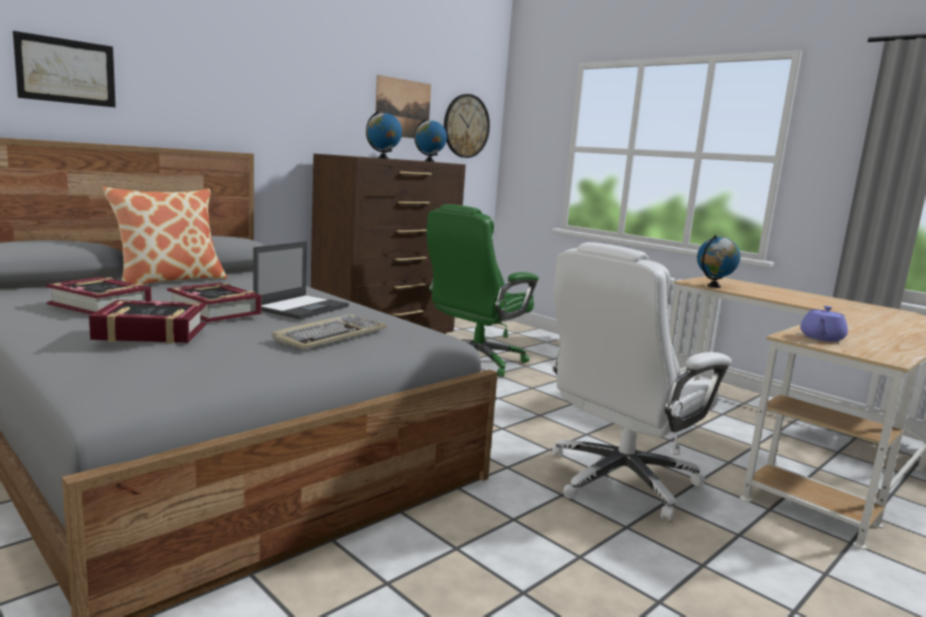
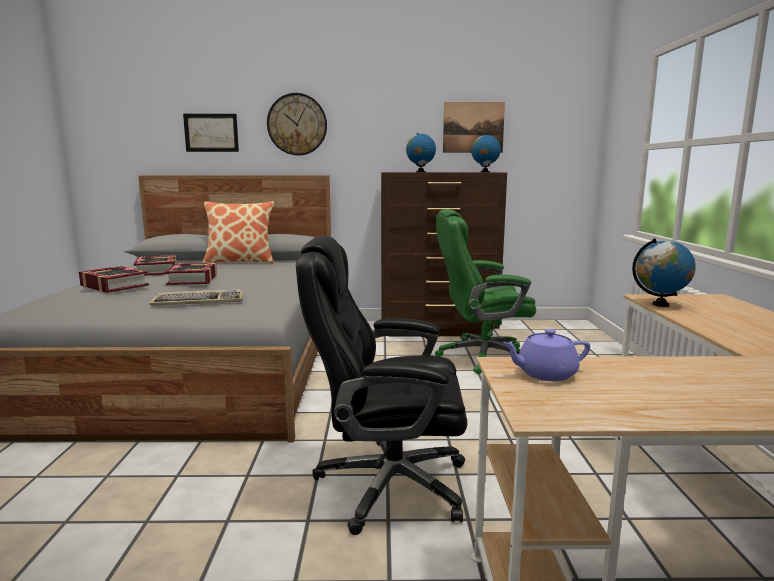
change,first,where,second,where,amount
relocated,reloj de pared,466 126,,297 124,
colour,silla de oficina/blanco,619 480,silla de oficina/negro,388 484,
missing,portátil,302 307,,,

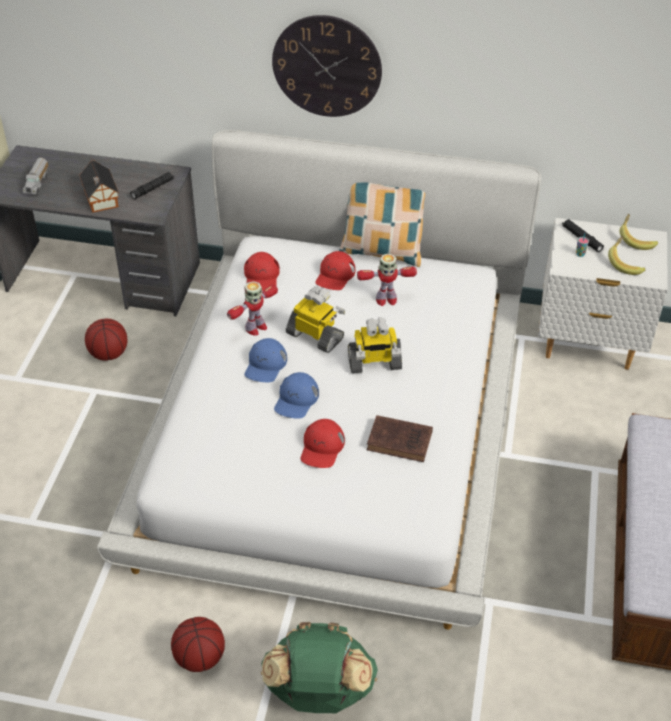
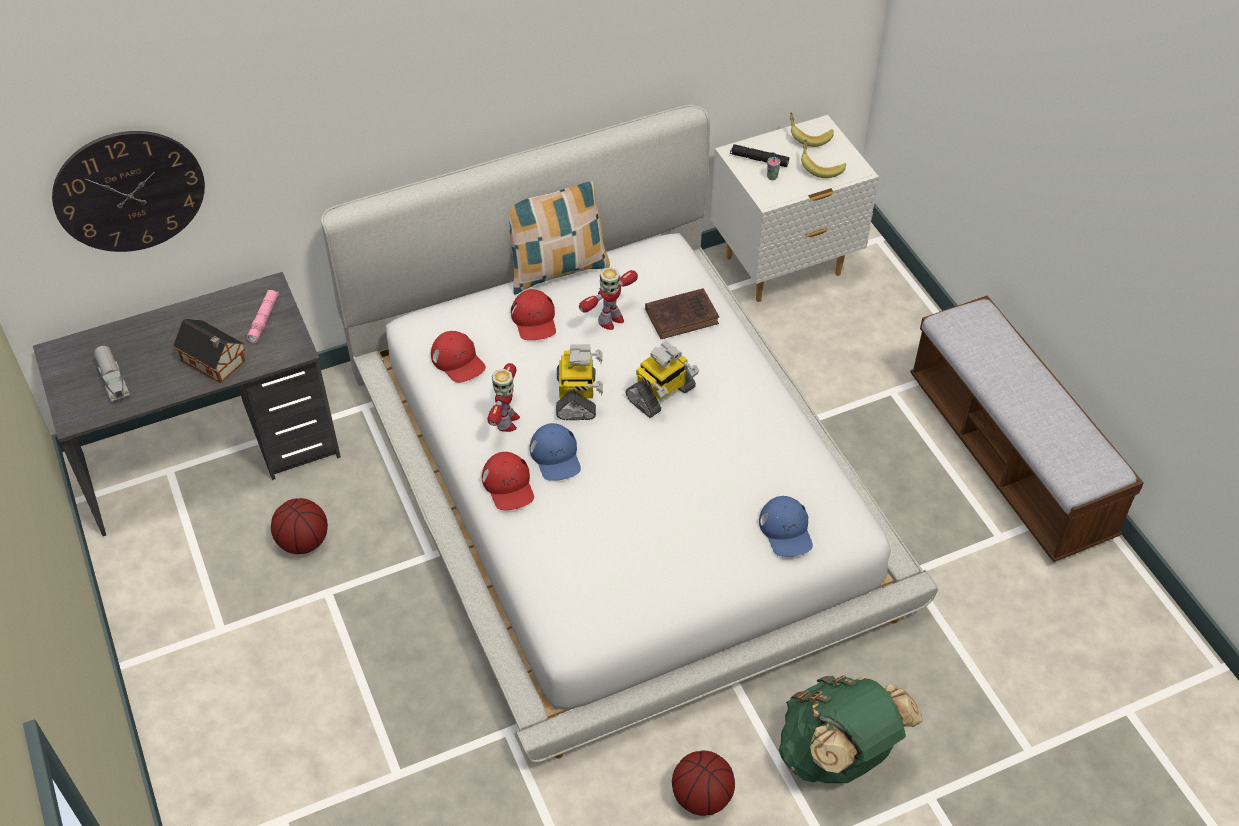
change,first,where,second,where,amount
relocated,reloj de pared,327 66,,129 191,
colour,linterna/negro,152 188,linterna/rosa,264 319,
relocated,gorra/rojo,322 447,,508 485,
spun,robot de juguete,316 336,,577 397,90 degrees clockwise
relocated,libro/marrón,401 441,,683 316,
relocated,gorra/azul,296 399,,786 530,

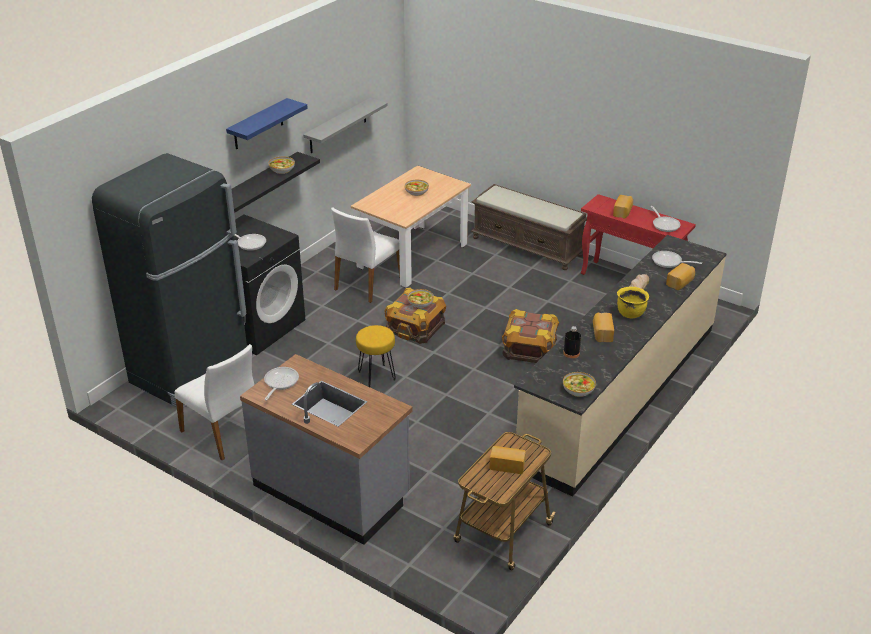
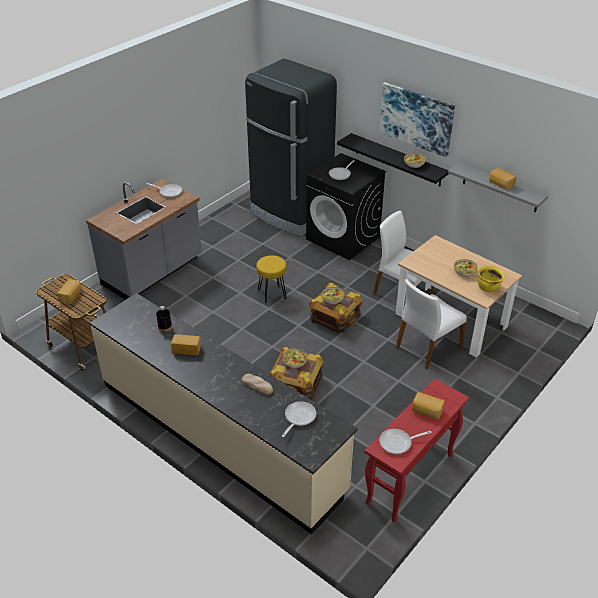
change,first,where,second,where,amount
relocated,cuenco,578 390,,294 362,
exchanged,estante/azul,258 124,cuadro,416 118,
relocated,silla/blanco,224 432,,427 346,
relocated,olla/amarillo,630 313,,488 288,
relocated,pan,680 283,,501 184,
missing,banco/marrón,528 246,,,

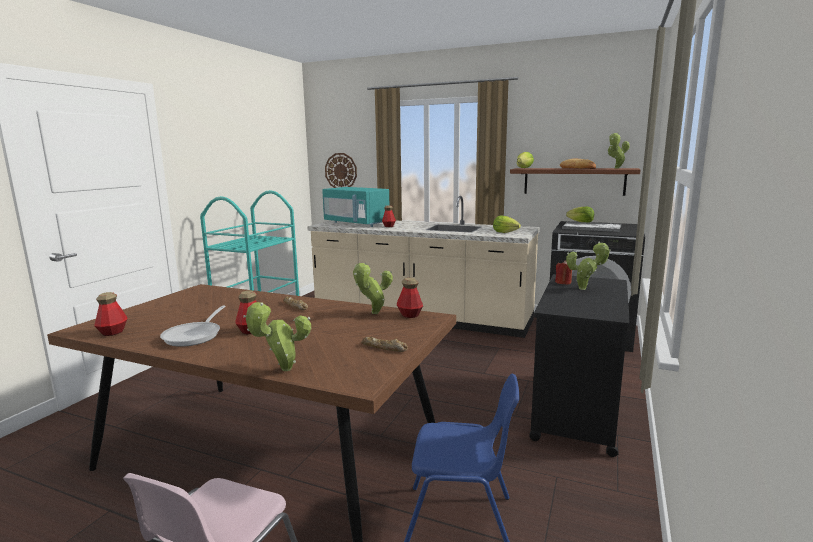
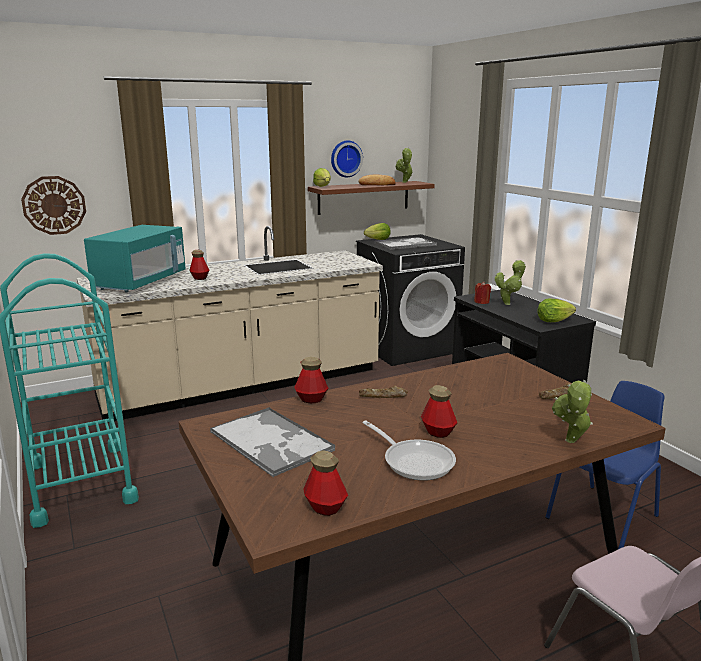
change,first,where,second,where,amount
spun,microondas/turquesa,356 223,,141 282,60 degrees counterclockwise
appeared,,,bandeja,272 442,
relocated,botella,409 315,,311 399,
appeared,,,reloj de pared,345 158,
relocated,lechuga,505 232,,553 321,
missing,planta en maceta,373 313,,,

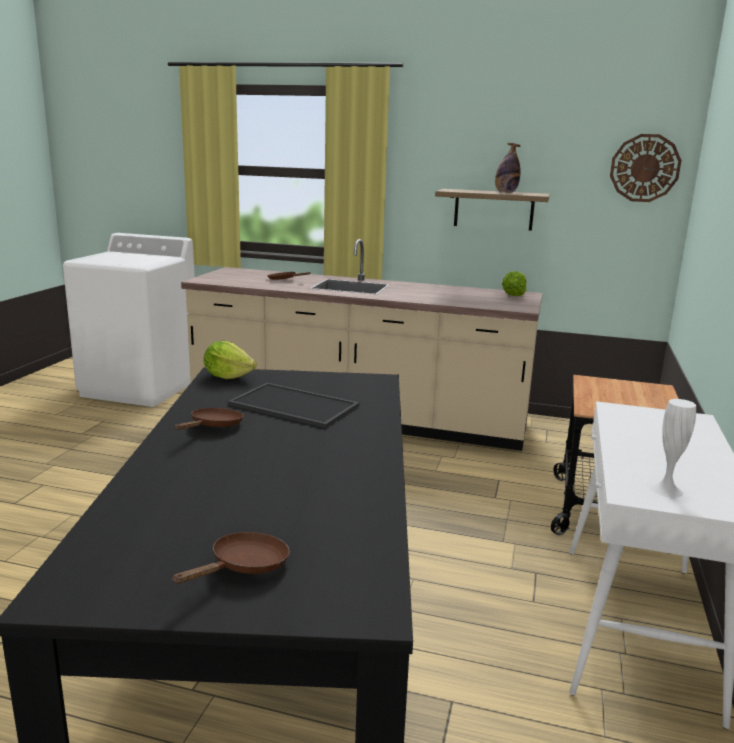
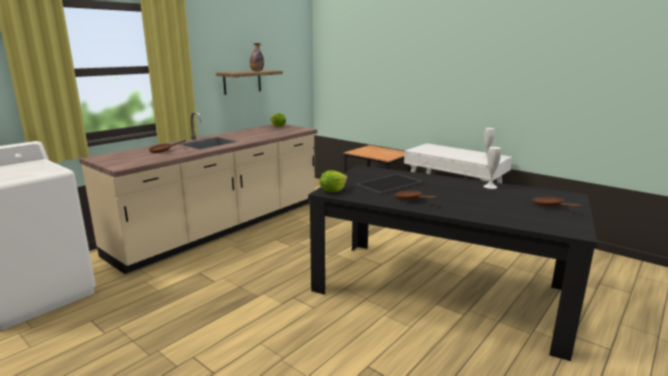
change,first,where,second,where,amount
appeared,,,florero/blanco,490 186,
missing,reloj de pared,644 168,,,

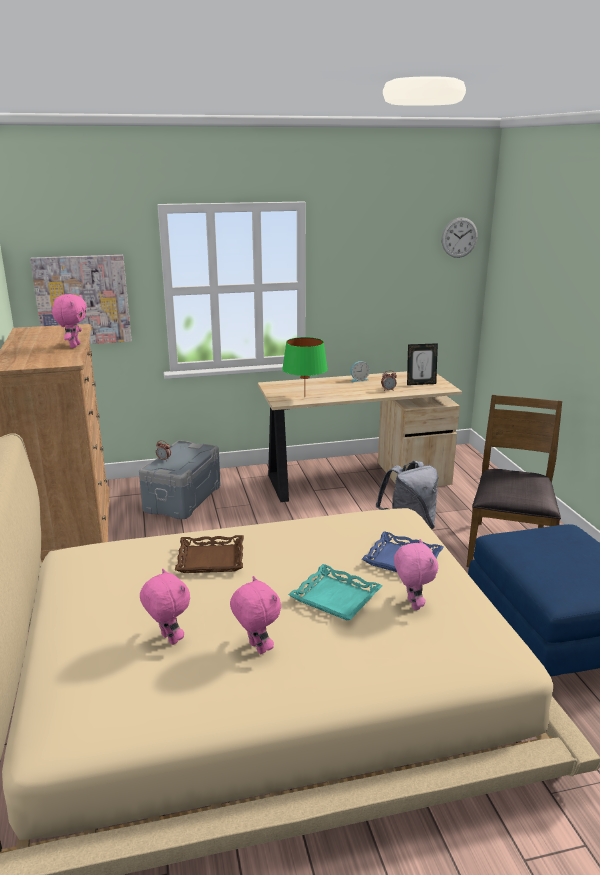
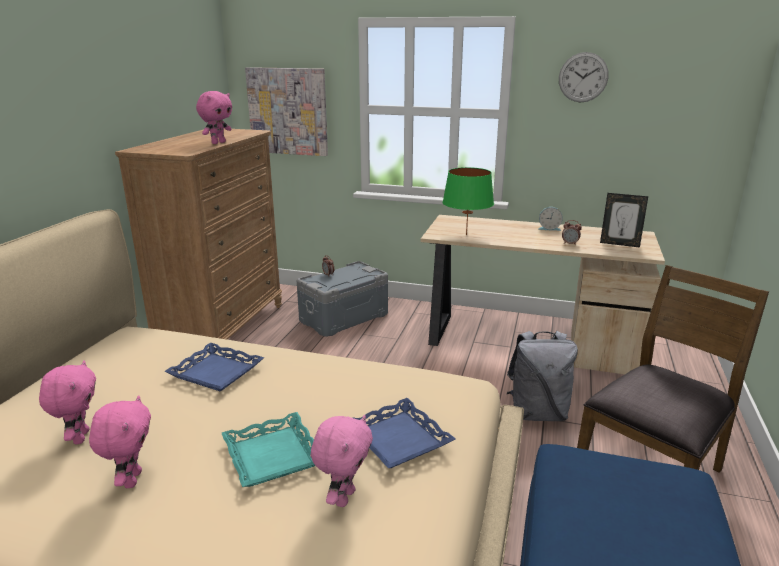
change,first,where,second,where,amount
colour,bandeja/marrón,210 559,bandeja/azul,215 372,
relocated,reloj de pared,459 237,,583 77,

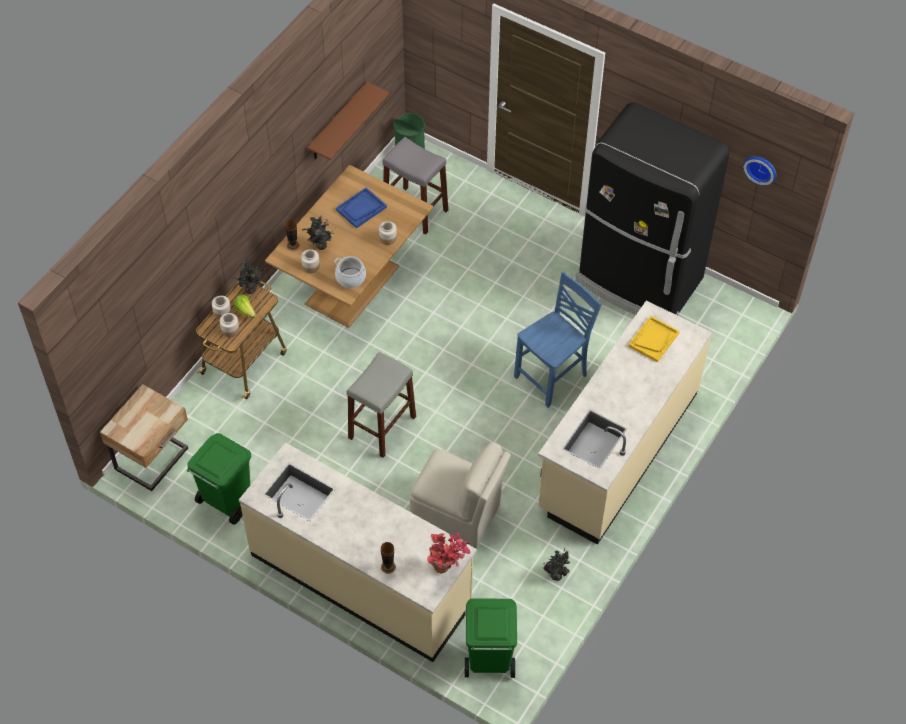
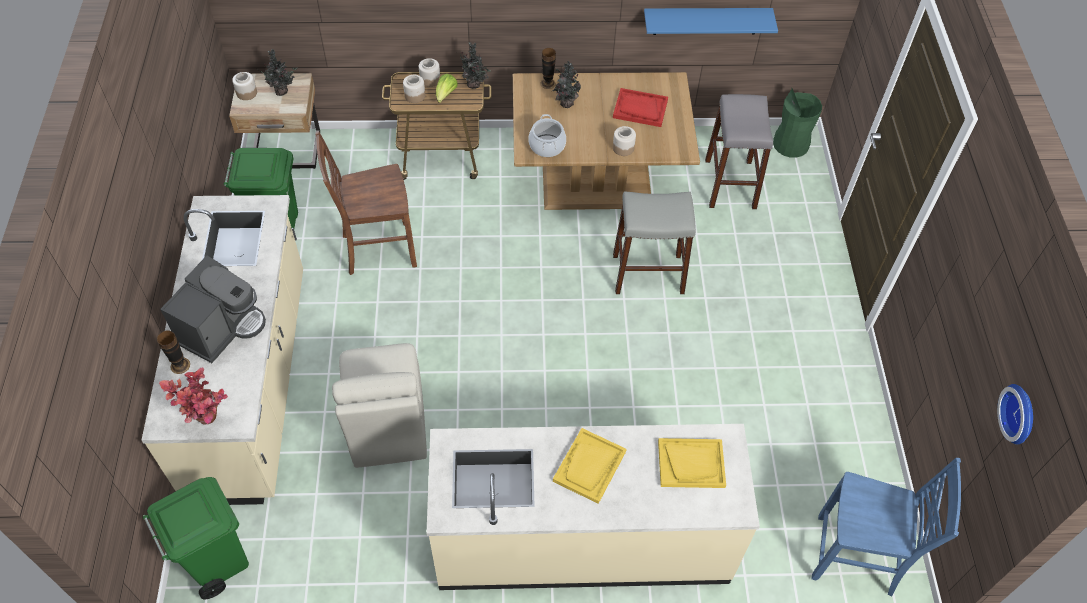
change,first,where,second,where,amount
appeared,,,cafetera,221 328,
relocated,tarro,310 266,,246 93,
relocated,planta en maceta,556 574,,282 91,
appeared,,,silla/marrón,377 249,
appeared,,,bandeja/amarillo,589 466,
colour,bandeja/azul,361 209,bandeja/rojo,640 109,
relocated,taburete/gris,382 427,,648 274,
colour,estante/marrón,338 123,estante/azul,706 21,
relocated,silla/azul,553 377,,856 558,
missing,nevera/negro,639 281,,,

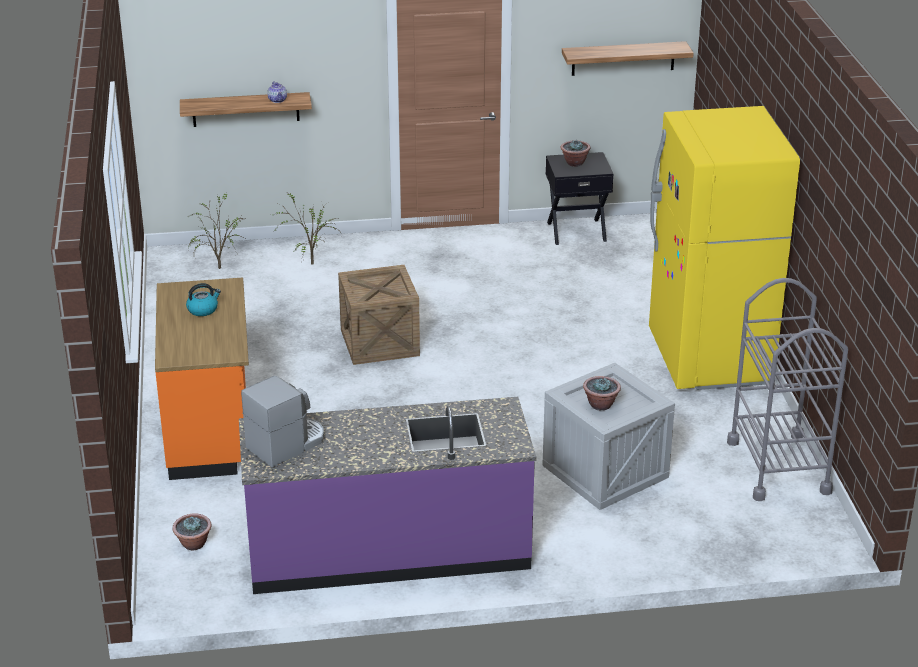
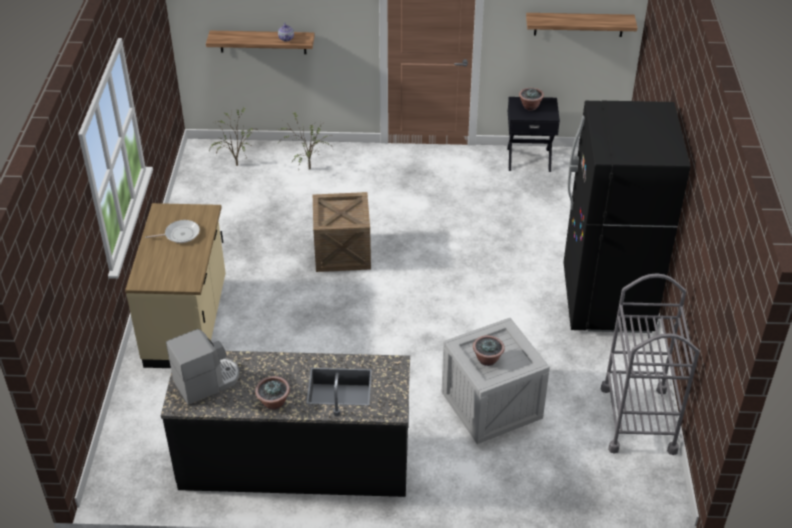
change,first,where,second,where,amount
colour,mueble bajo de cocina/naranja,211 430,mueble bajo de cocina/beis,188 323,
exchanged,hervidor,203 309,sartén,180 234,
colour,mueble bajo de cocina/morado,388 549,mueble bajo de cocina/negro,295 460,
relocated,planta en maceta,193 544,,274 403,
colour,nevera/amarillo,709 358,nevera/negro,607 300,

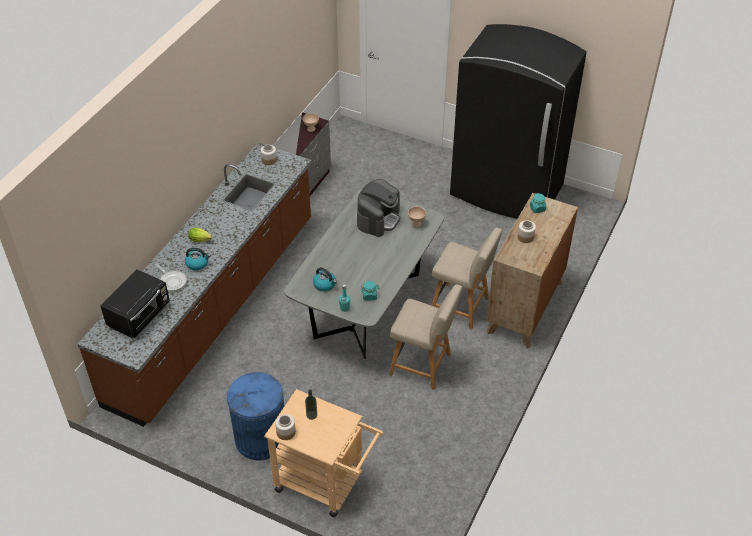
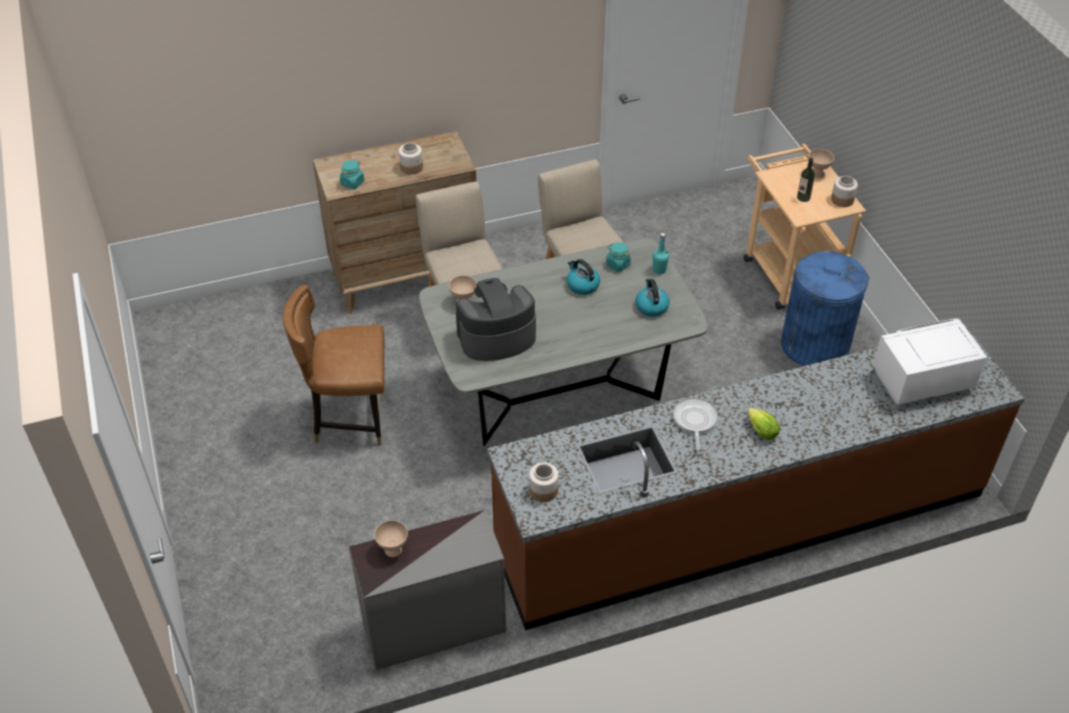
change,first,where,second,where,amount
appeared,,,silla/marrón,349 418,
relocated,hervidor,197 263,,582 285,
relocated,sartén,172 281,,694 421,
appeared,,,cuenco/beis,818 174,
colour,microondas/negro,140 316,microondas/blanco,920 381,
missing,nevera/negro,506 191,,,

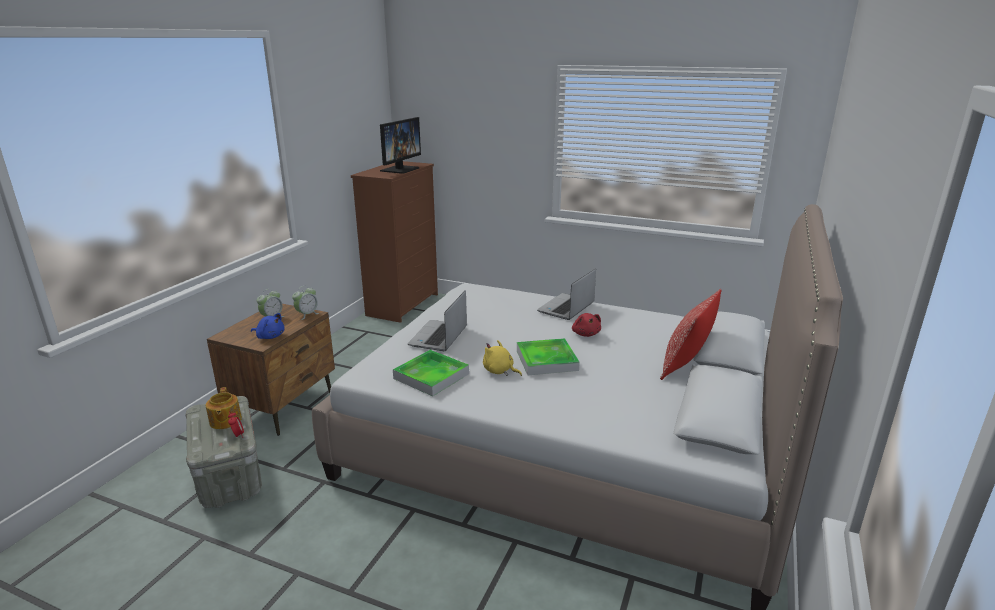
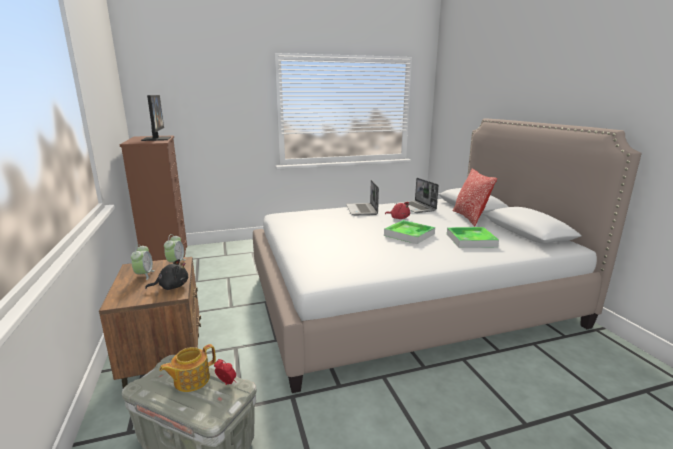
change,first,where,second,where,amount
colour,peluche/azul,270 336,peluche/negro,171 287,
spun,tetera,225 421,,191 380,105 degrees clockwise
relocated,portátil,439 337,,415 207,
relocated,bandeja,431 376,,471 240,
missing,peluche/amarillo,499 371,,,

